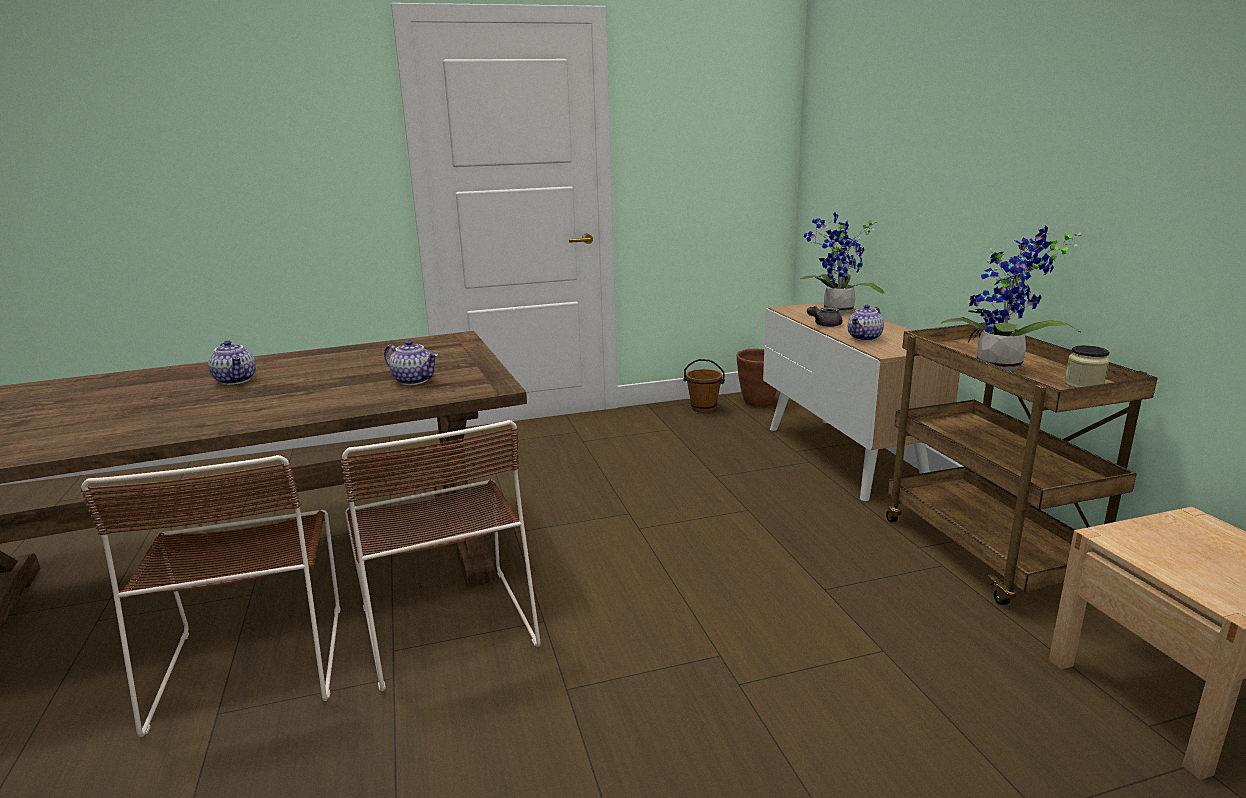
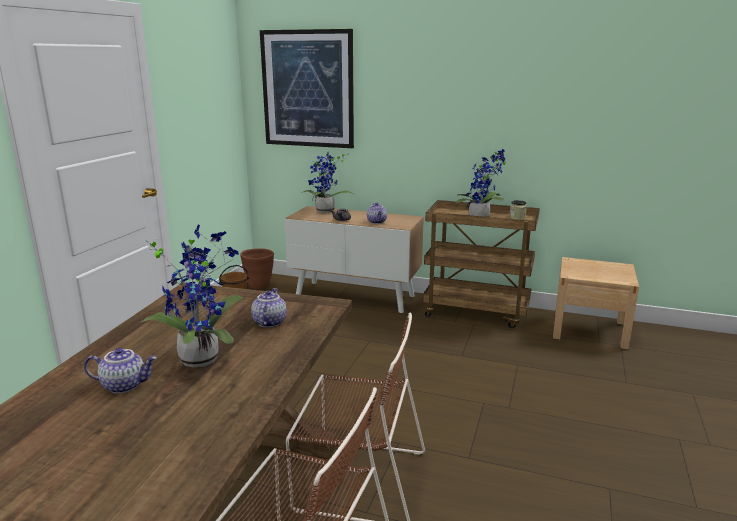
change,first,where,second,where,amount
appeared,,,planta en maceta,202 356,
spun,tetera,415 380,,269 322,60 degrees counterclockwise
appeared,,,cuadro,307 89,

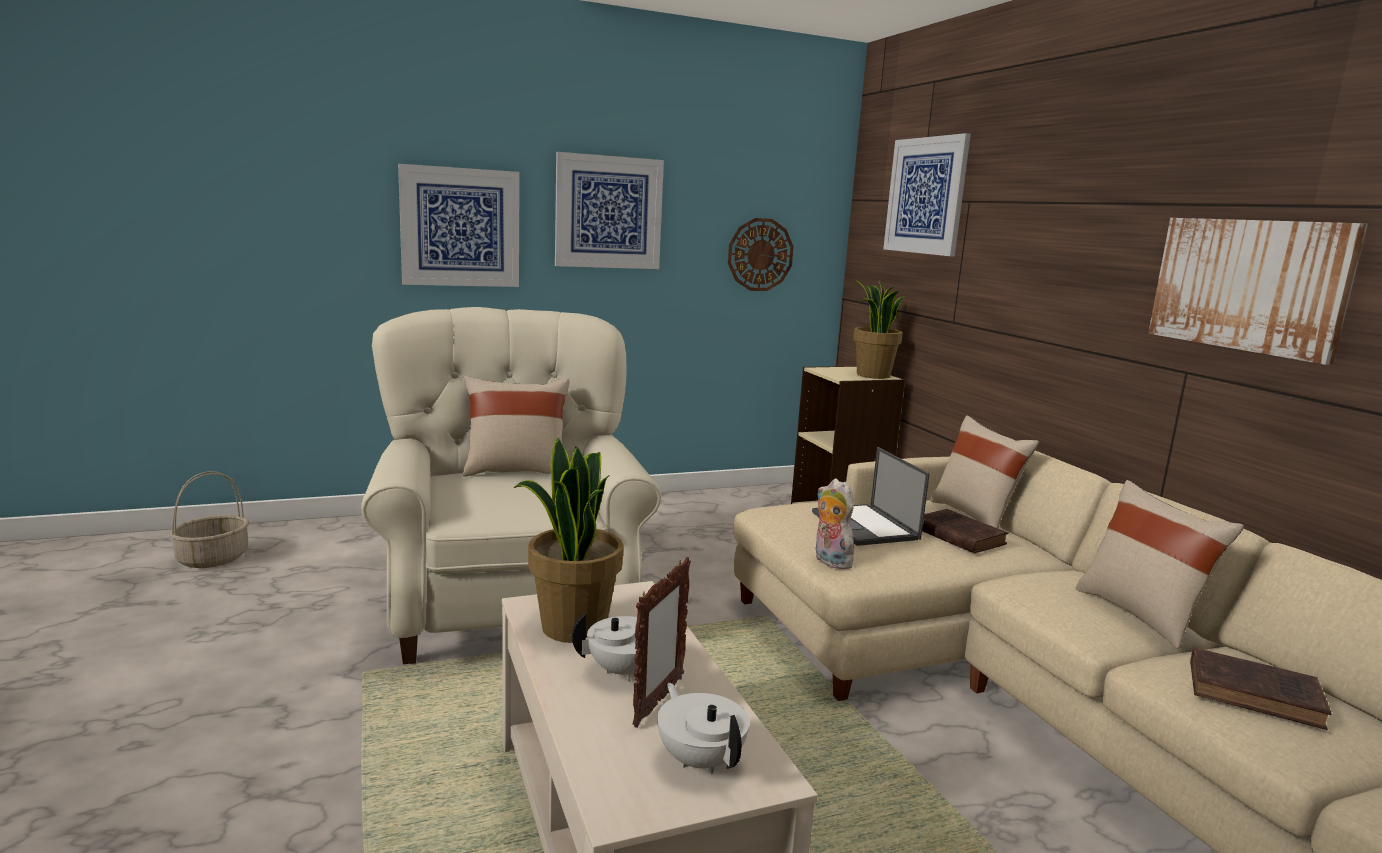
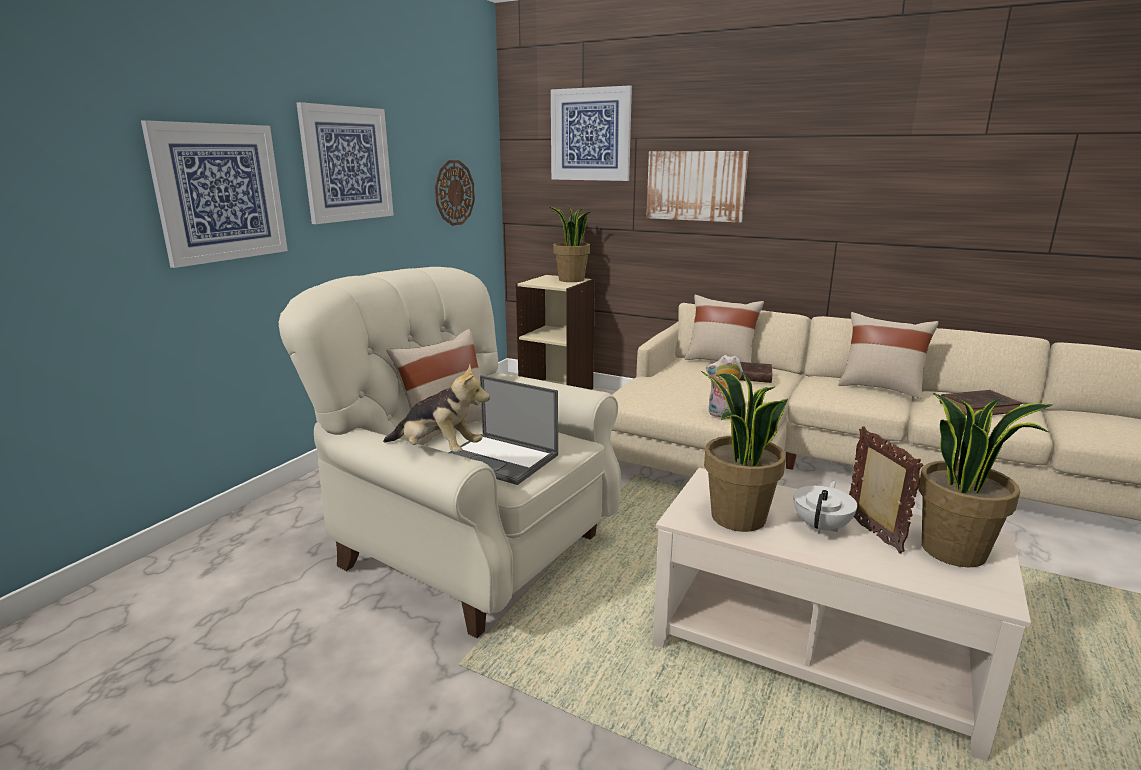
change,first,where,second,where,amount
appeared,,,peluche,437 450,
relocated,portátil,866 526,,501 459,
relocated,cuadro,1248 285,,696 186,
exchanged,tetera/blanco,700 759,planta en maceta,954 550,
missing,cesta,213 558,,,

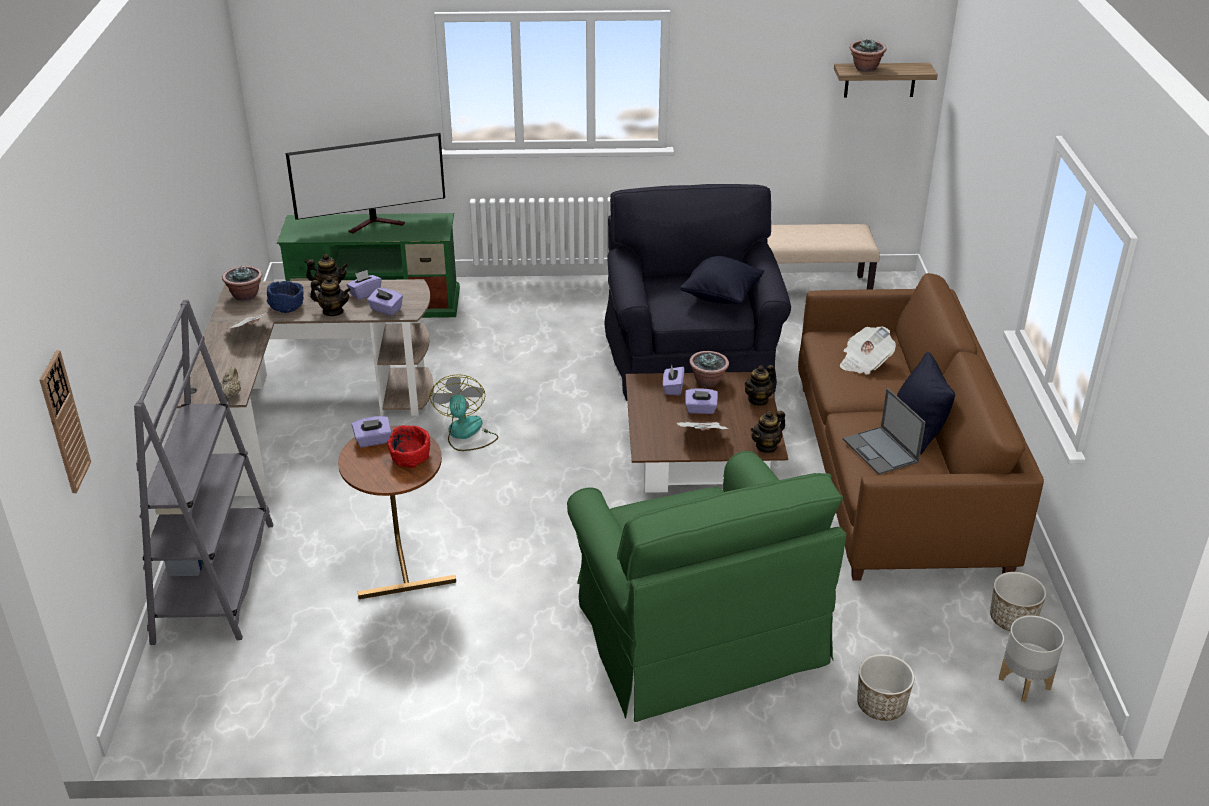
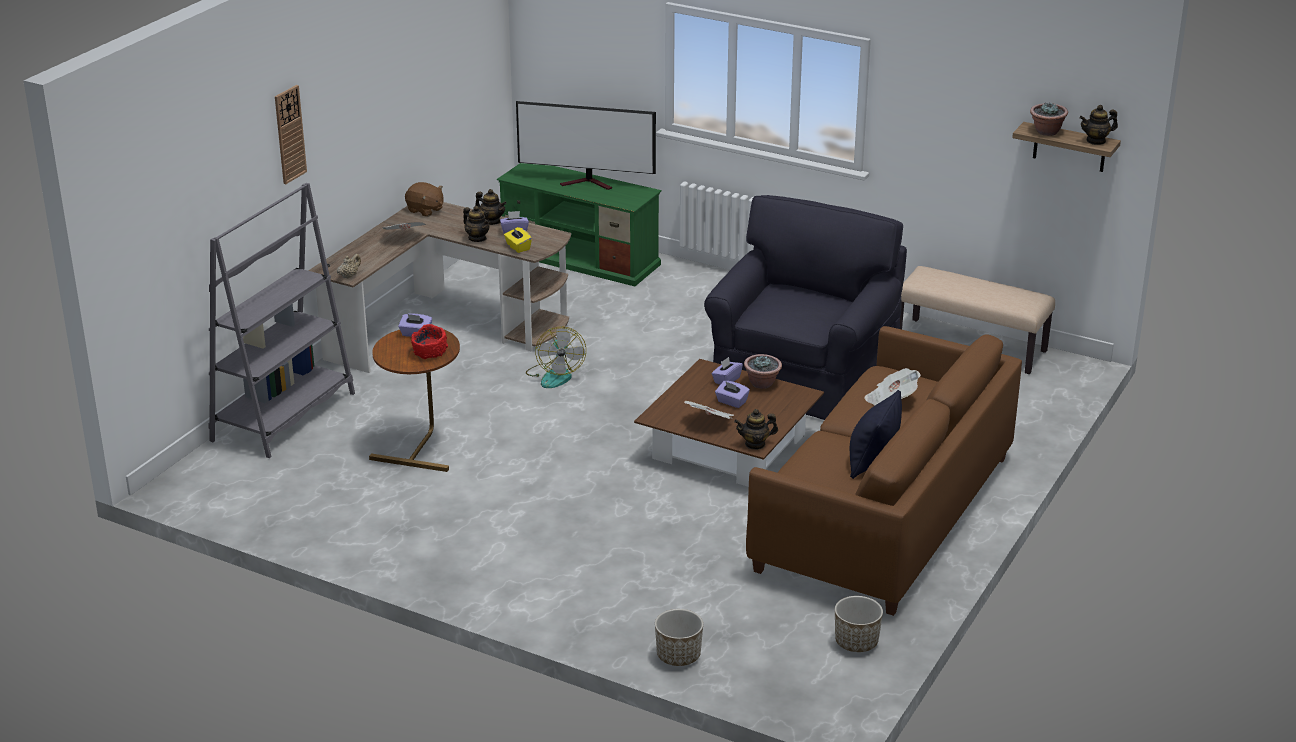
change,first,where,second,where,amount
relocated,reloj de pared,64 422,,289 134,
exchanged,planta en maceta,245 296,peluche/marrón,425 210,
colour,caja de pañuelos/morado,386 309,caja de pañuelos/amarillo,518 247,
spun,ventilador,466 434,,555 375,150 degrees clockwise
relocated,tetera,758 400,,1096 141,
missing,cuenco/azul,287 306,,,
missing,sillón/verde,694 630,,,
missing,cojín/negro,721 296,,,
missing,portátil,881 451,,,
missing,maceta/gris,1025 684,,,

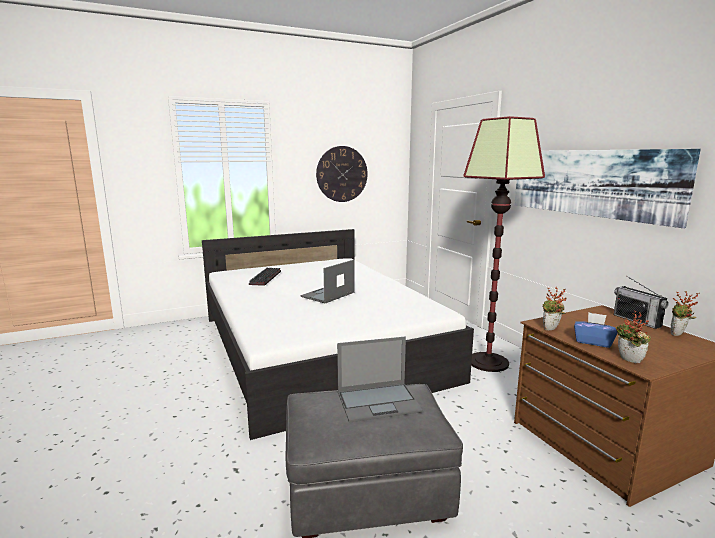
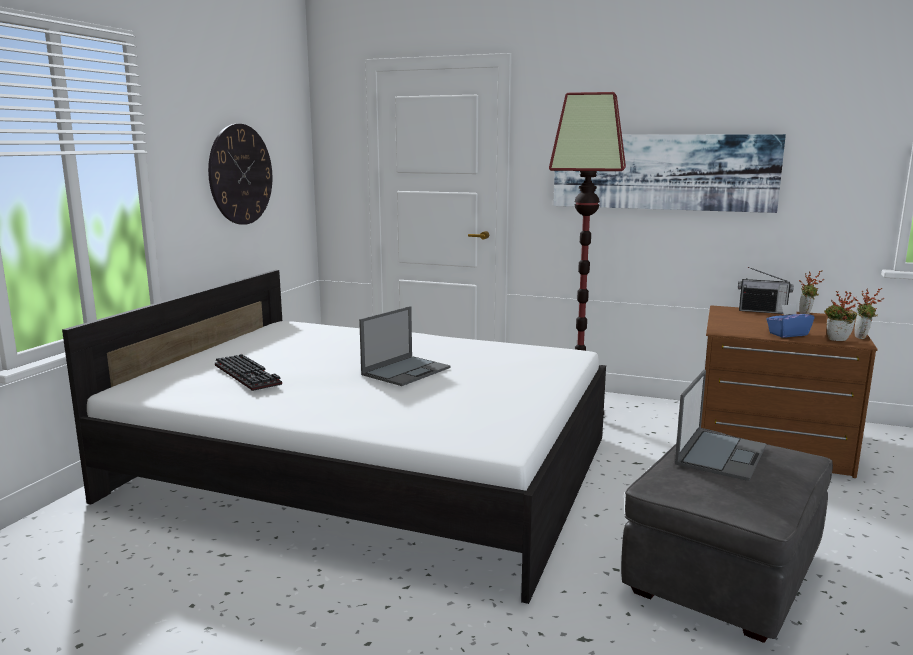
change,first,where,second,where,amount
spun,portátil,327 295,,406 371,135 degrees counterclockwise
relocated,planta en maceta,551 329,,863 337,

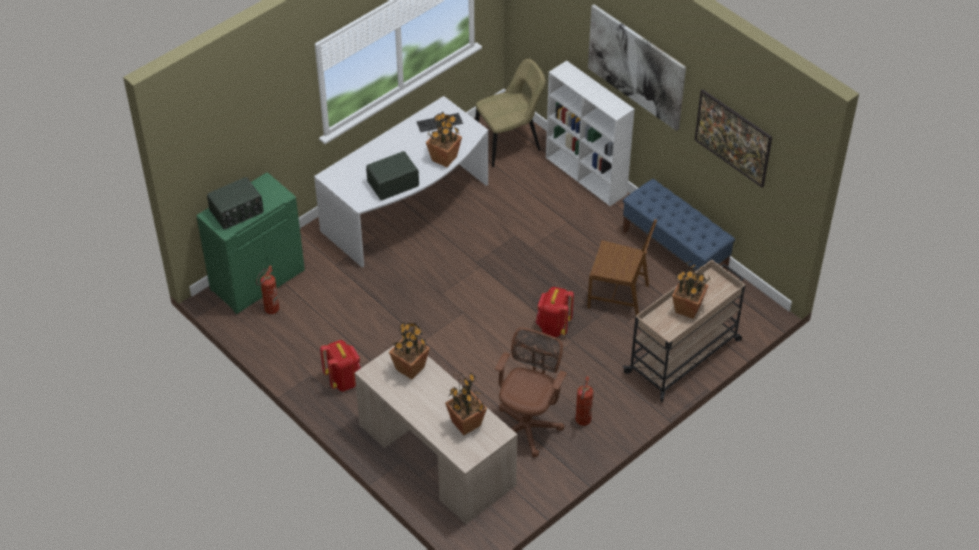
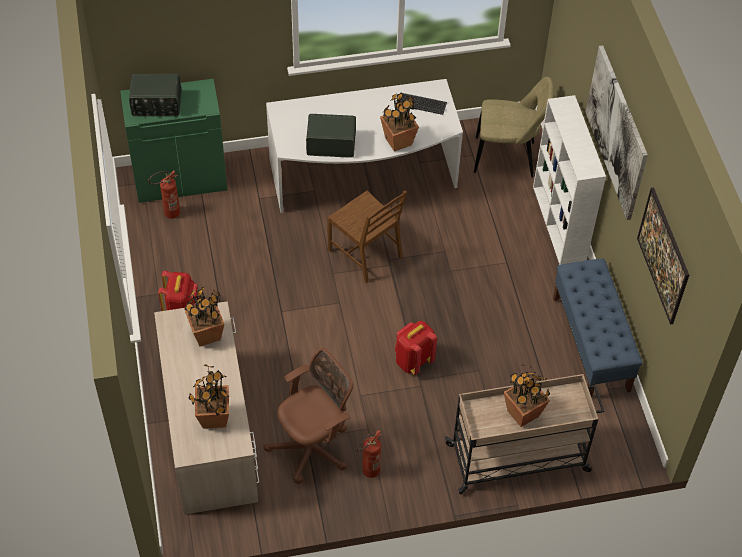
change,first,where,second,where,amount
relocated,silla/marrón,619 296,,366 253,

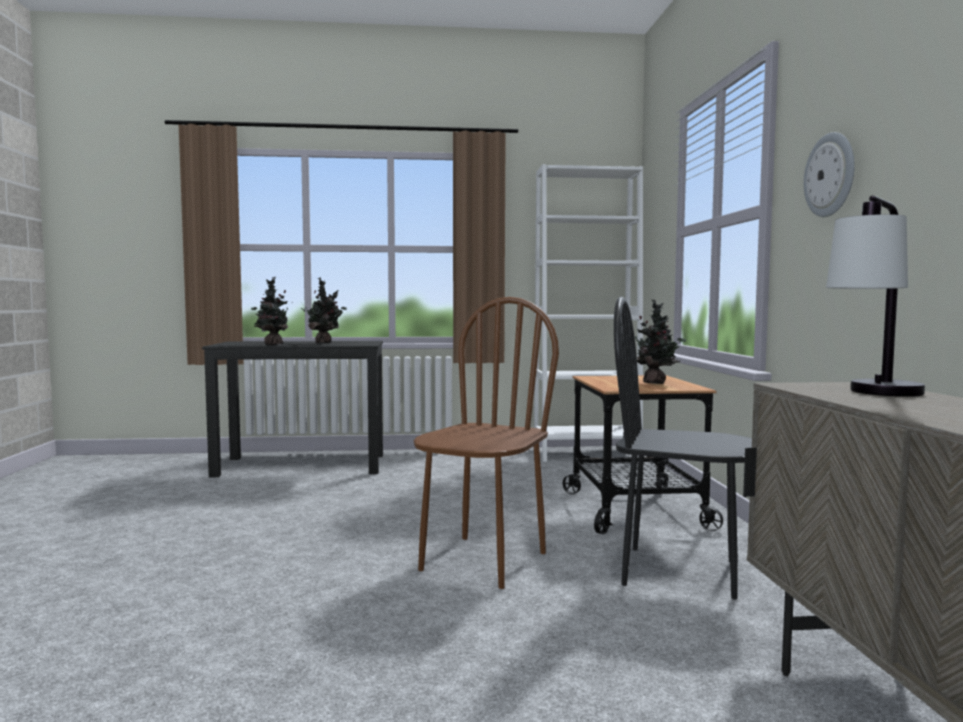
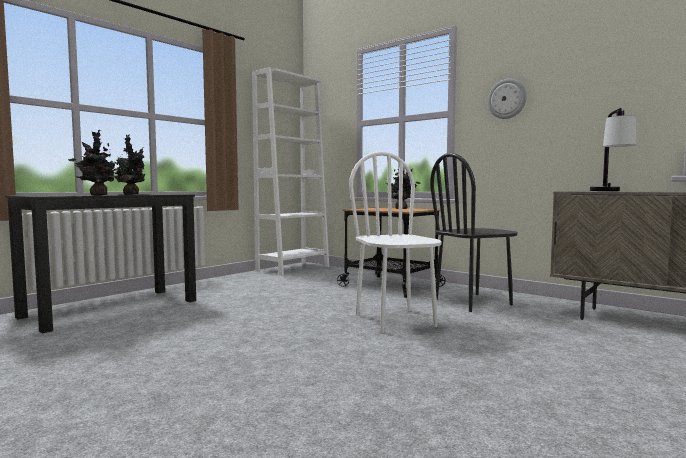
change,first,where,second,where,amount
colour,silla/marrón,482 561,silla/blanco,395 320,

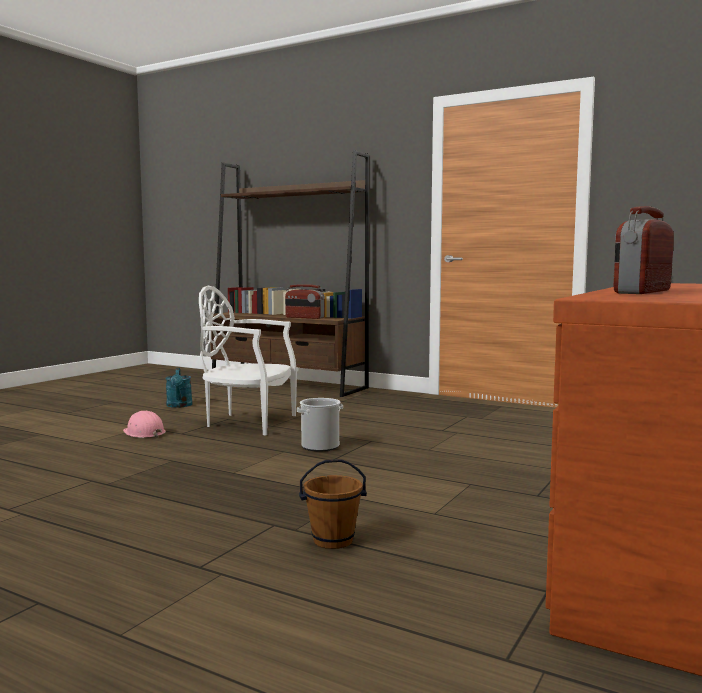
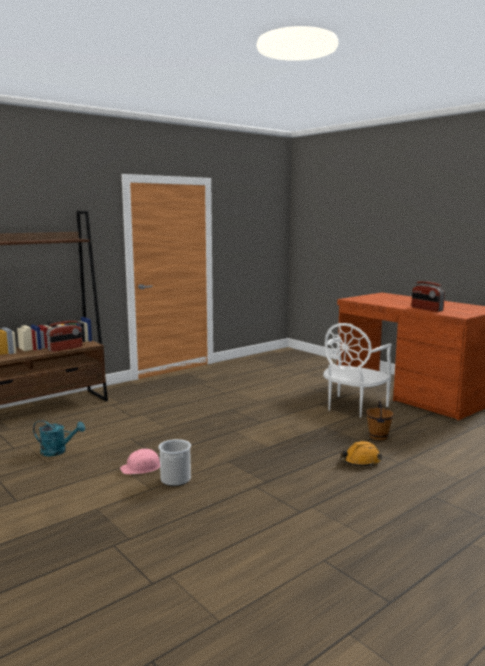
change,first,where,second,where,amount
relocated,cubo,320 446,,175 479,
relocated,silla/blanco,248 422,,353 407,
appeared,,,casco/naranja,360 461,

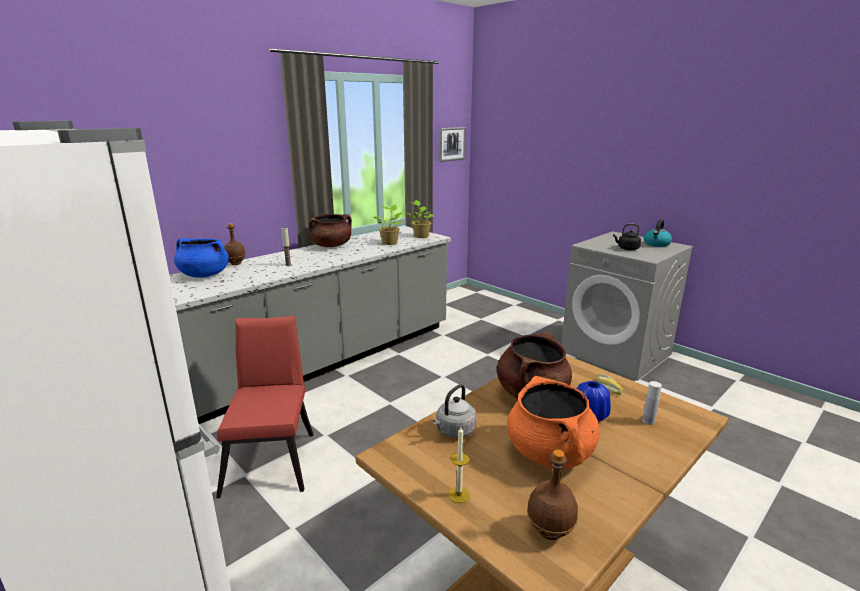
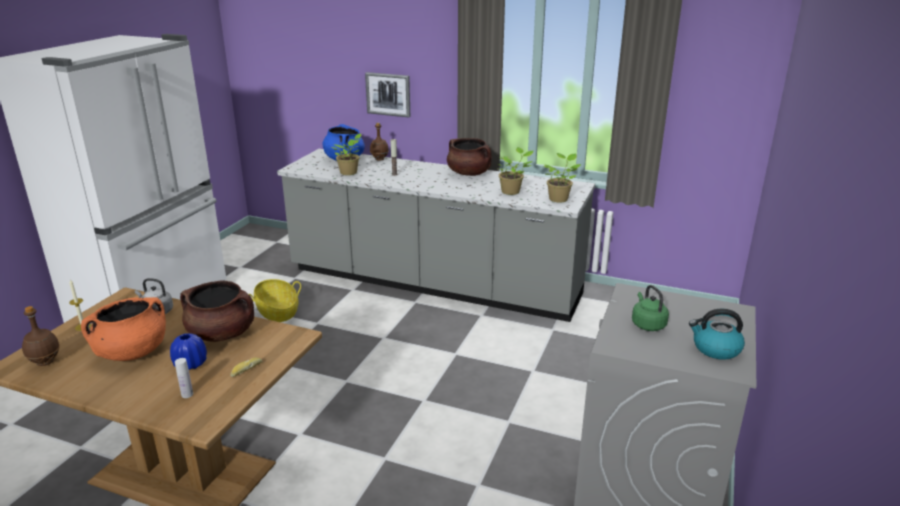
change,first,where,second,where,amount
exchanged,silla/rojo,272 458,cesta,277 312,
appeared,,,planta en maceta,349 173,
relocated,cuadro,451 144,,388 94,
colour,hervidor/negro,627 249,hervidor/verde,647 324,

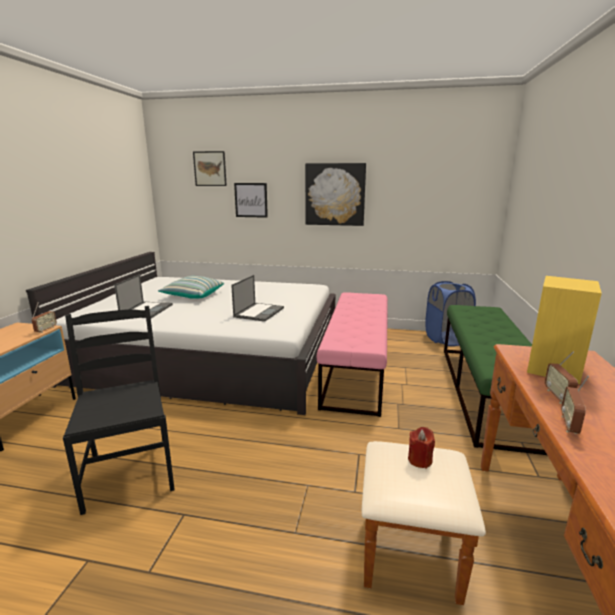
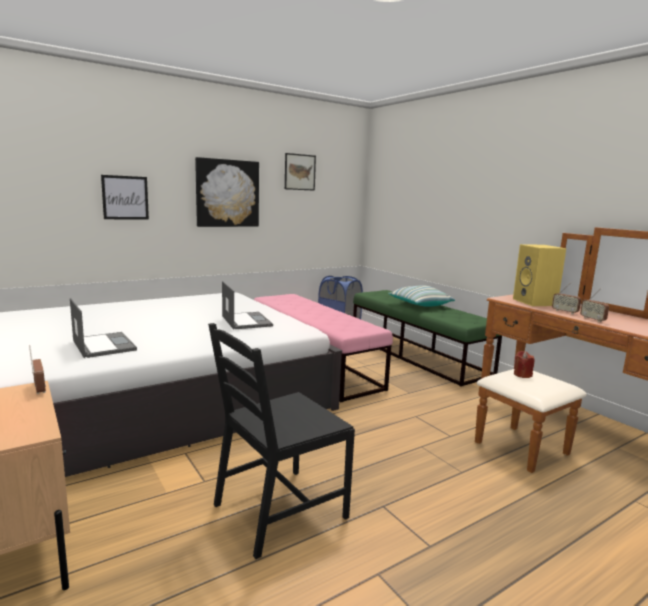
change,first,where,second,where,amount
spun,silla/negro,129 471,,279 511,60 degrees counterclockwise
relocated,cuadro,210 168,,299 172,
relocated,cojín,193 296,,419 305,

